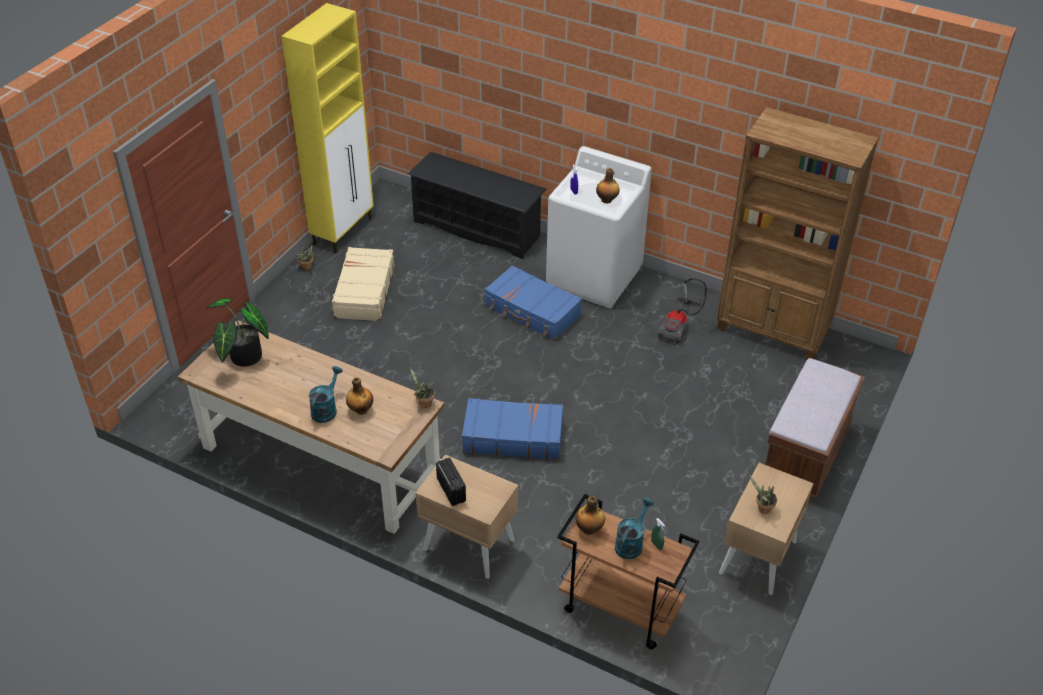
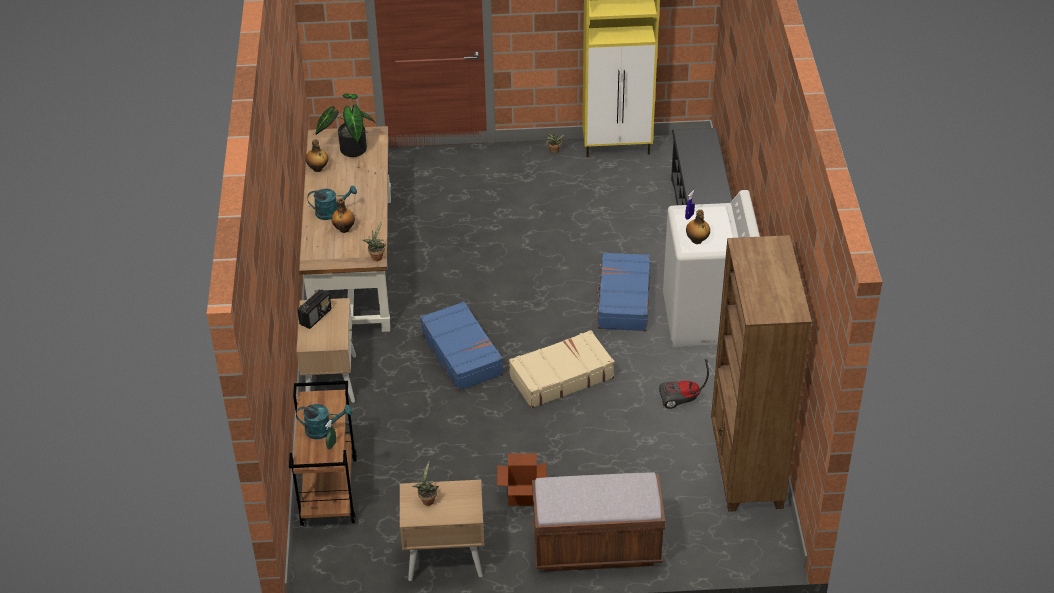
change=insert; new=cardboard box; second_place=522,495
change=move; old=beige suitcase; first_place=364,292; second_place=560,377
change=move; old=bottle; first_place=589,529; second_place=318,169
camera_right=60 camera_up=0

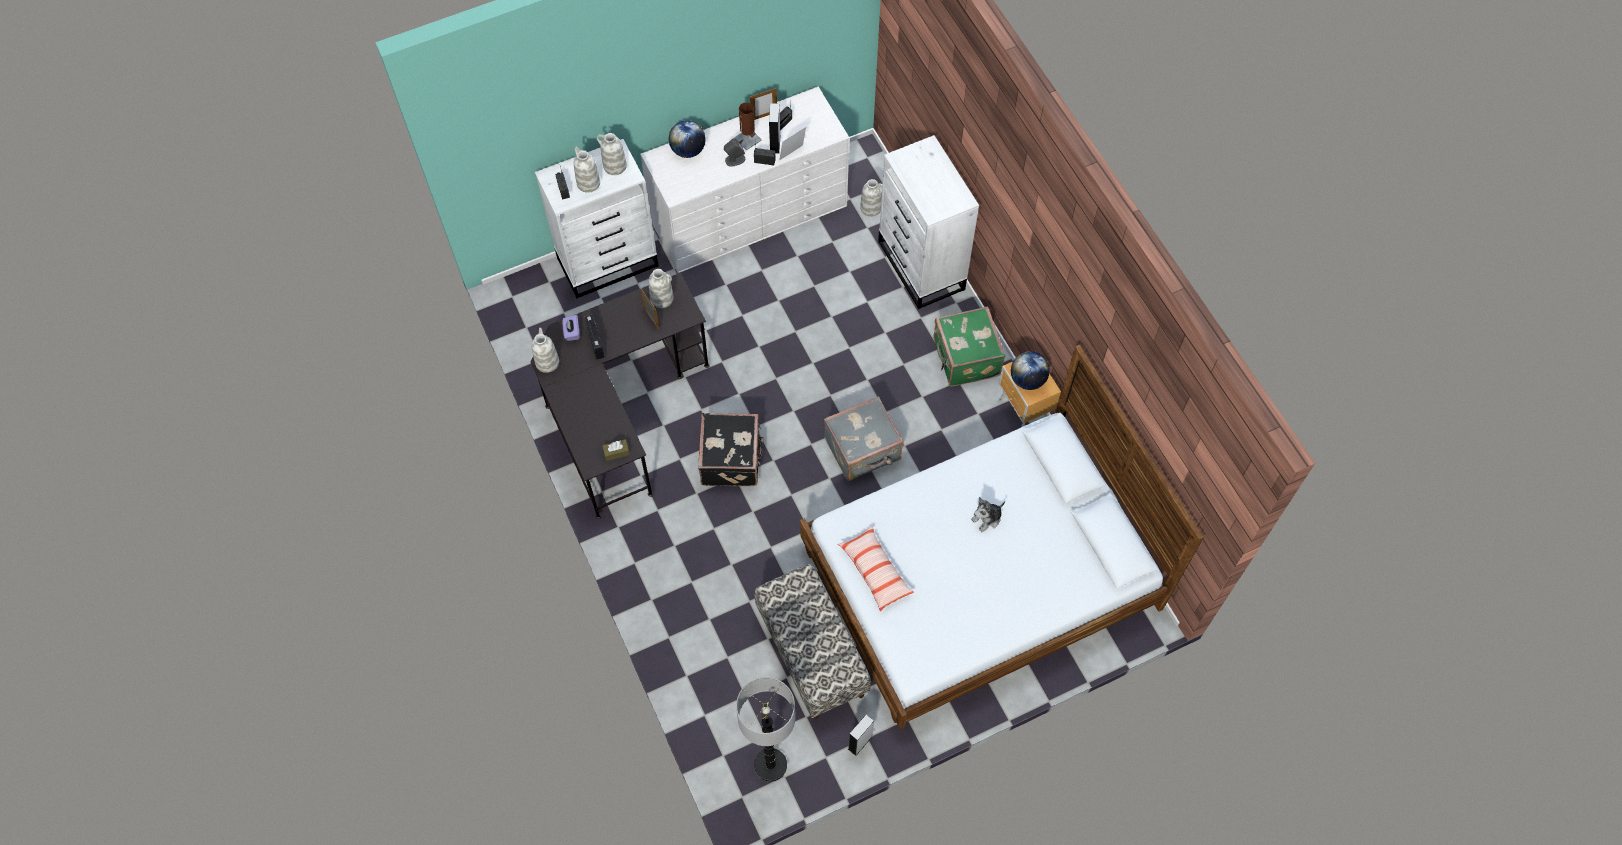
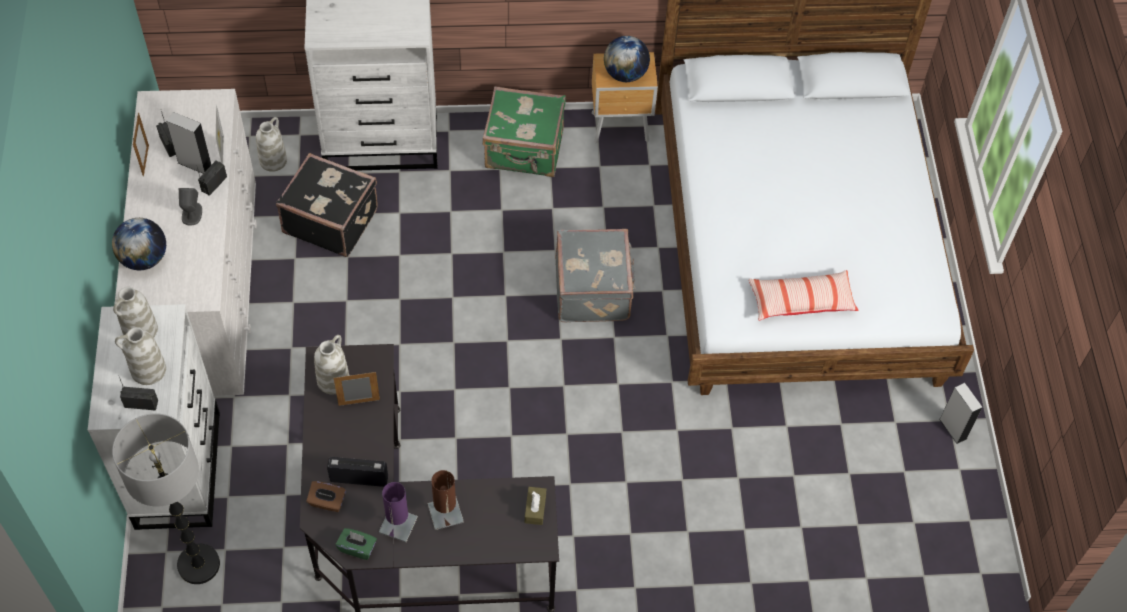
change=delete; old=bench; first_place=812,653
change=delete; old=plush toy; first_place=987,518
change=insert; new=purple table lamp; second_place=398,525
change=move; old=black suitcase; first_place=732,459; second_place=331,220
change=move; old=brown table lamp; first_place=748,139; second_place=445,513
change=move; old=floor lamp; first_place=770,765; second_place=198,565
change=replace; old=white vase; new=green tissue box; first_place=547,362; second_place=357,548
change=recolor; old=purple tissue box; new=brown tissue box; first_place=572,332; second_place=327,502
camera_right=-70 camera_up=-5

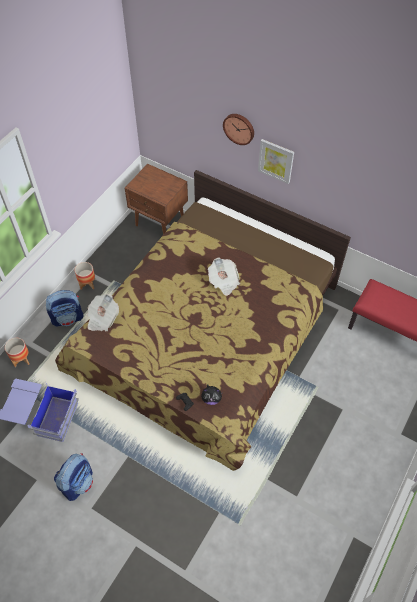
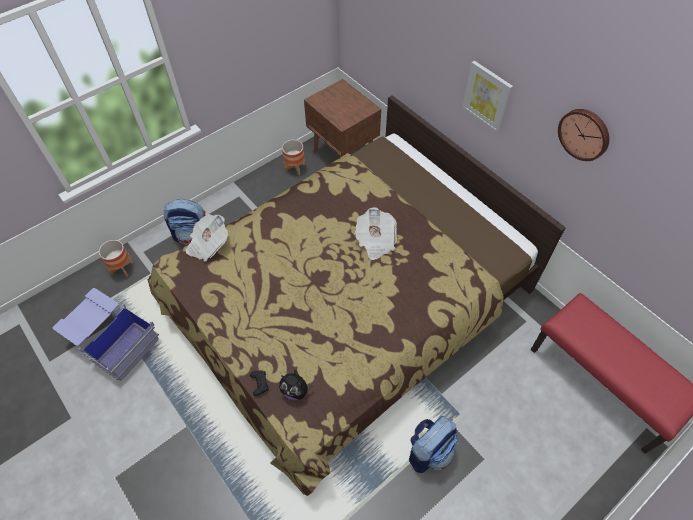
change=move; old=backpack; first_place=78,482; second_place=429,451
change=move; old=planter; first_place=87,284; second_place=295,167
change=move; old=wall clock; first_place=239,128; second_place=584,133
camera_right=20 camera_up=0

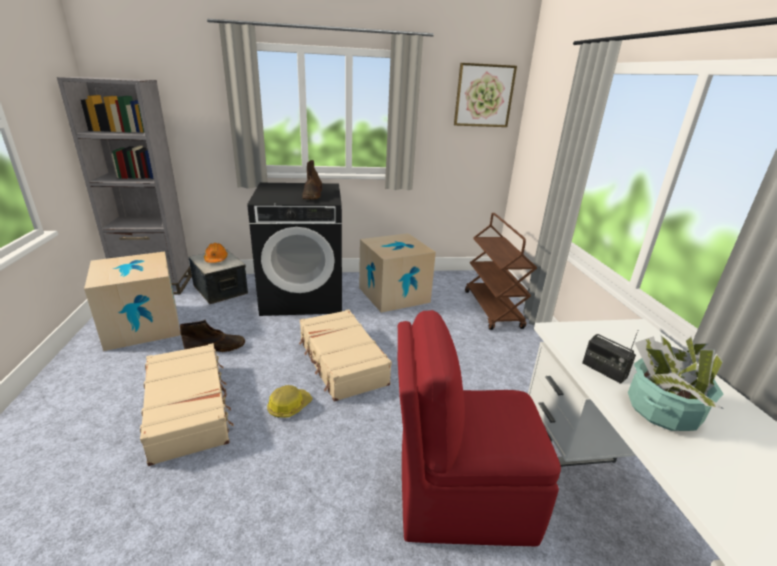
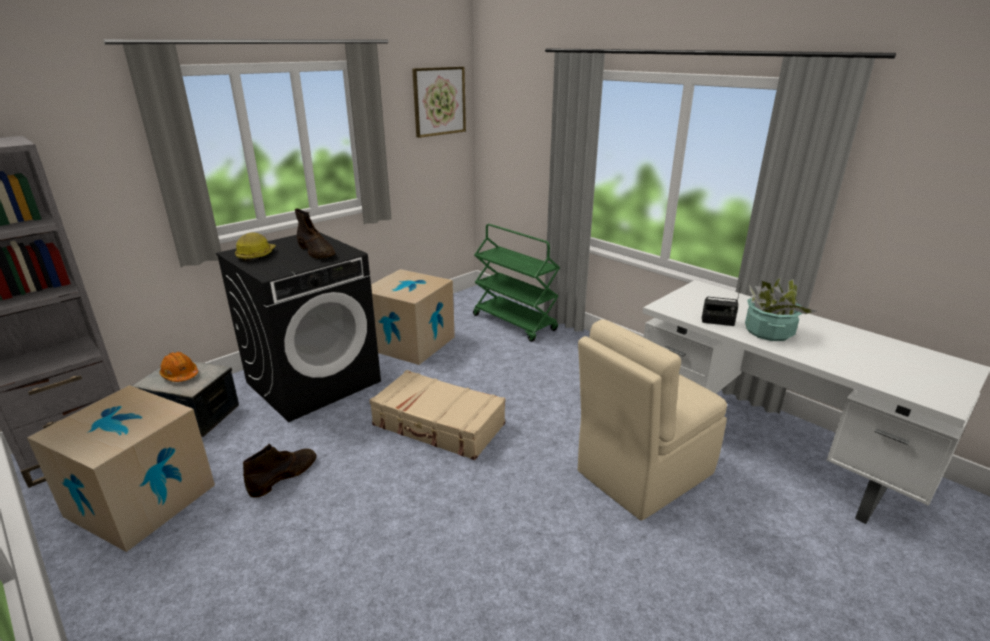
change=delete; old=beige suitcase; first_place=189,409
change=move; old=hard hat; first_place=289,406; second_place=256,255
change=recolor; old=red chair; new=beige chair; first_place=459,497; second_place=642,473
change=recolor; old=brown cart; new=green cart; first_place=493,309; second_place=515,323
camera_right=-35 camera_up=0

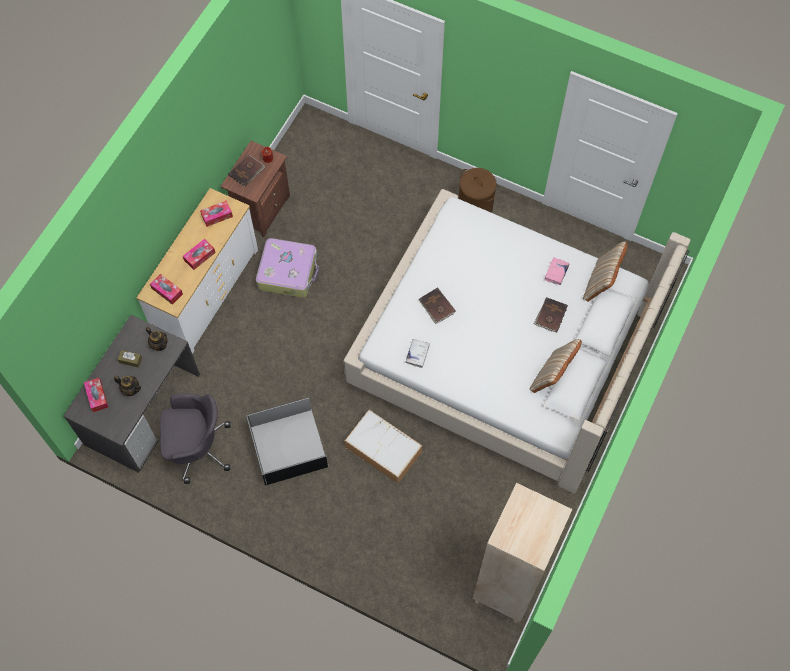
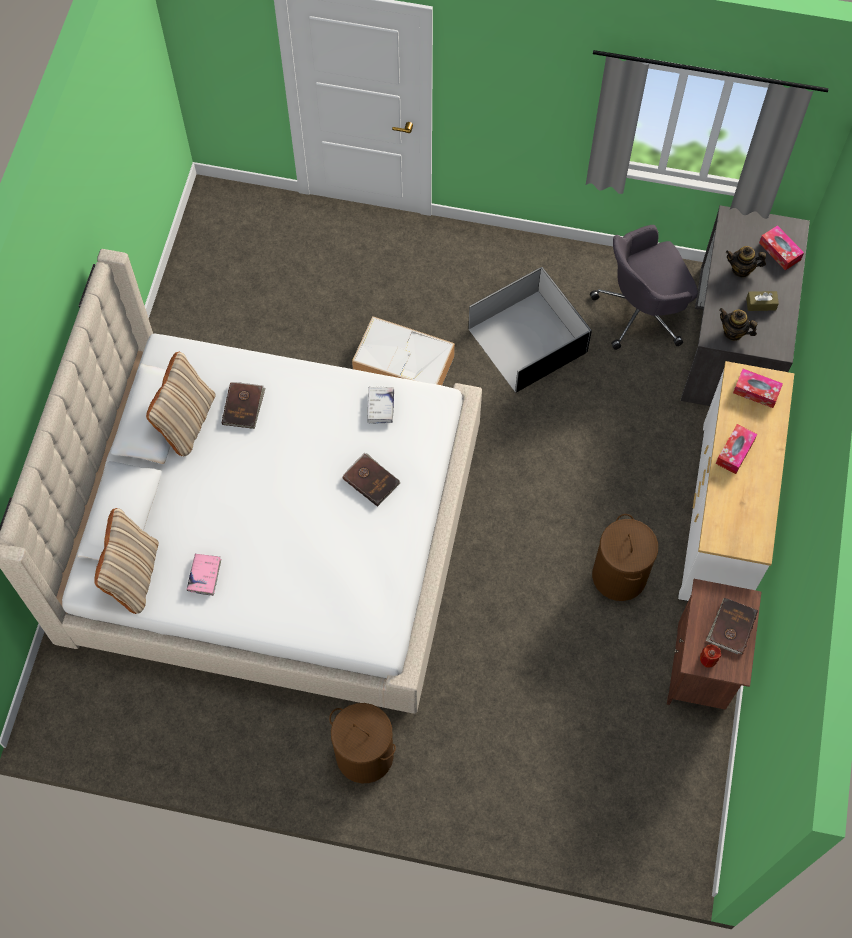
change=delete; old=tissue box; first_place=217,216
change=delete; old=beige bookcase; first_place=507,589
change=move; old=brown book; first_place=550,315; second_place=243,406
change=replace; old=suitcase; new=brown laundry basket; first_place=288,272; second_place=619,576
camera_right=165 camera_up=0

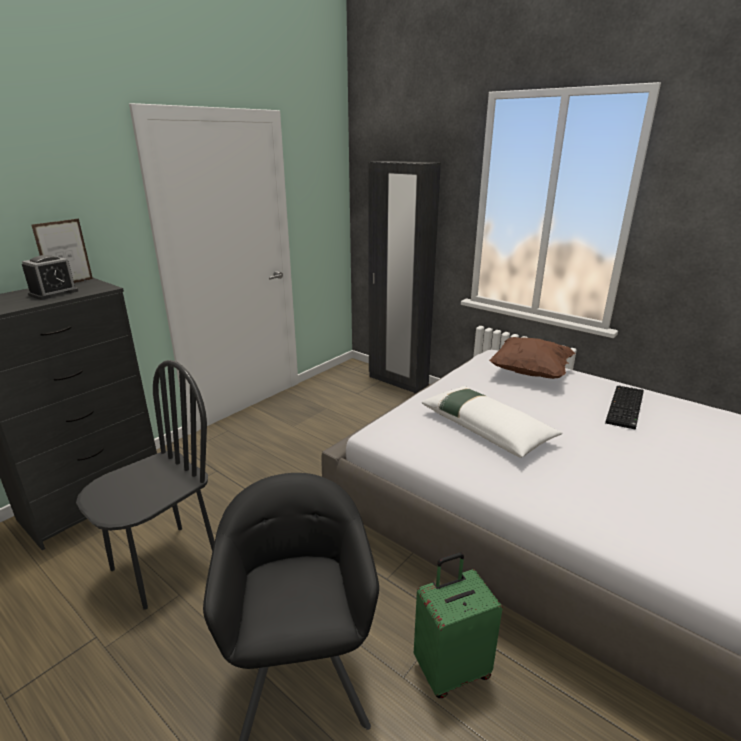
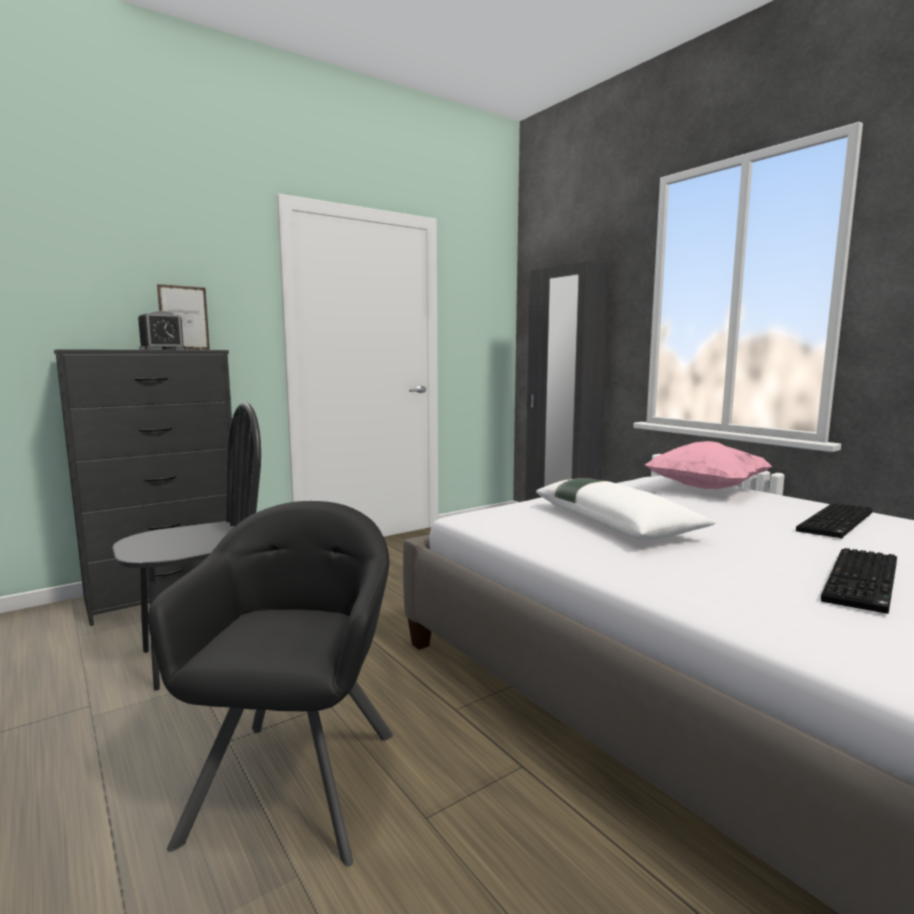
change=delete; old=green suitcase; first_place=451,669
change=insert; new=keyboard; second_place=864,582
change=recolor; old=brown pillow; new=pink pillow; first_place=530,372; second_place=705,489
camera_right=15 camera_up=-15

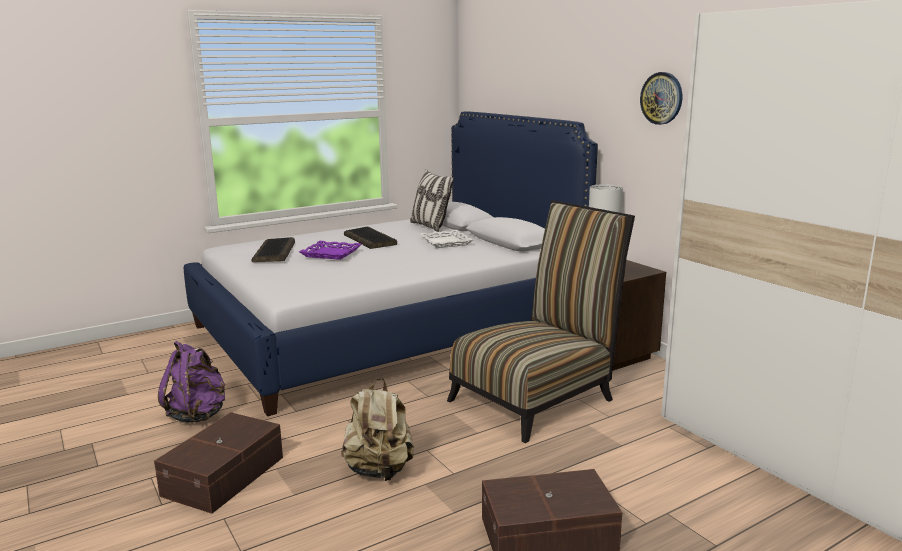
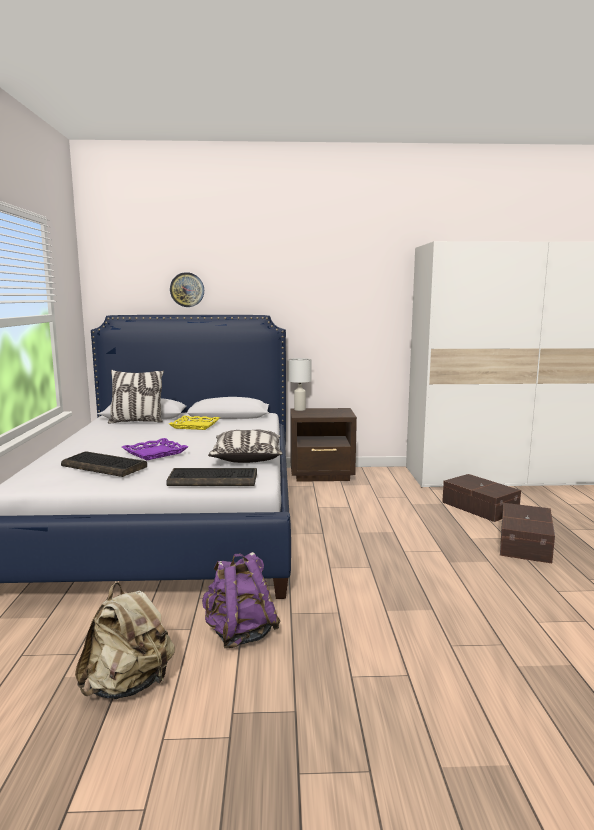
change=delete; old=chair; first_place=537,397
change=insert; new=pillow; second_place=246,457
change=move; old=brown storage box; first_place=226,476; second_place=480,507
change=move; old=beige backpack; first_place=379,470; second_place=129,685
change=move; old=keyboard; first_place=370,240; second_place=214,479
change=move; old=wall clock; first_place=662,98; second_place=187,289
change=recolor; old=white tray; new=yellow tray; first_place=445,242; second_place=194,426
camera_right=-60 camera_up=-5

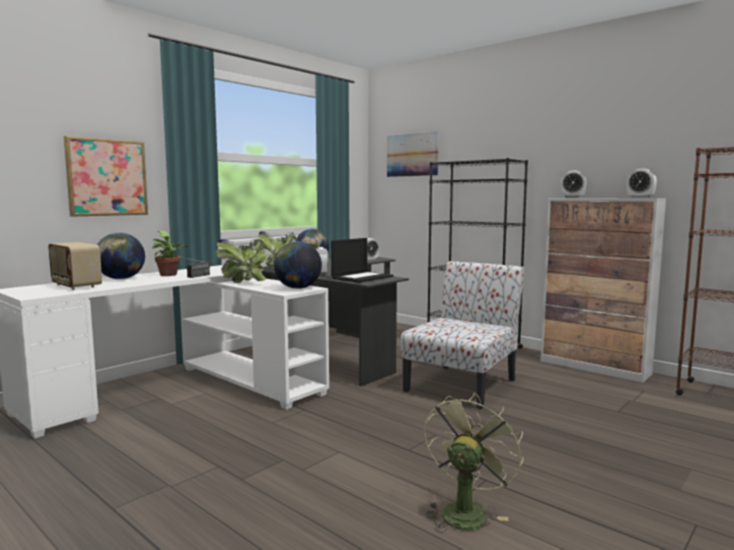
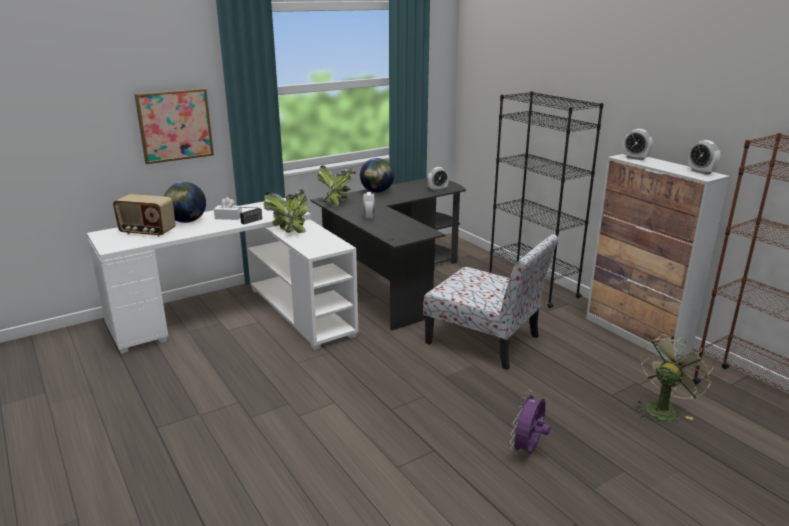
change=delete; old=globe; first_place=297,288
change=delete; old=laptop; first_place=362,277
change=delete; old=picture; first_place=412,155
change=insert; new=purple fan; second_place=528,450
change=move; old=green fan; first_place=465,511; second_place=663,409
change=replace; old=potted plant; new=white tissue box; first_place=169,275; second_place=228,217
change=rotate; old=radio; first_place=75,286; second_place=147,232; degrees=-45
change=rotate; old=chair; first_place=462,384; second_place=485,340; degrees=75
camera_right=15 camera_up=15

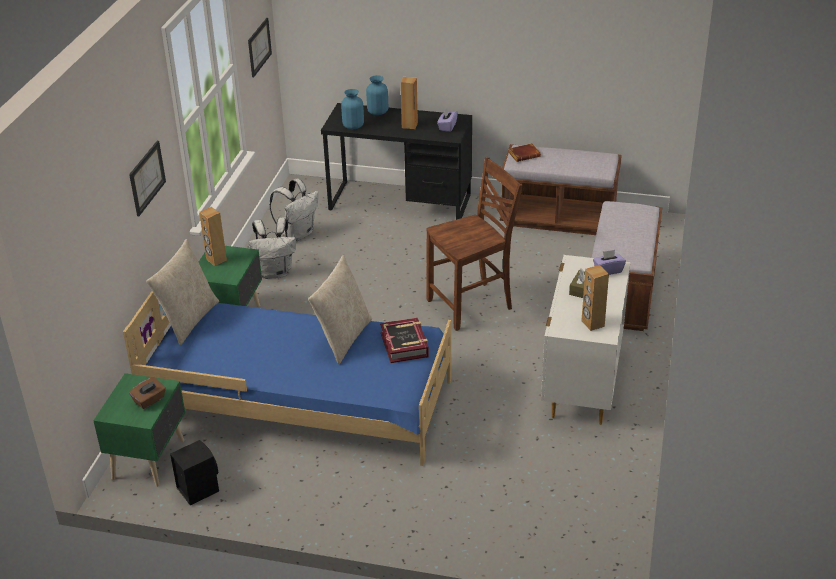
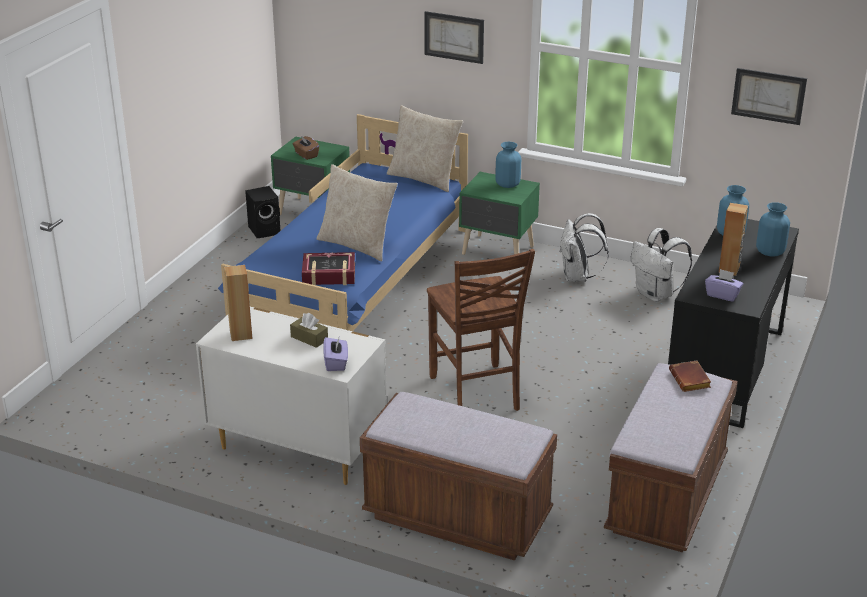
change=replace; old=brown speaker; new=blue vase; first_place=216,260; second_place=507,184
camera_right=100 camera_up=-5

